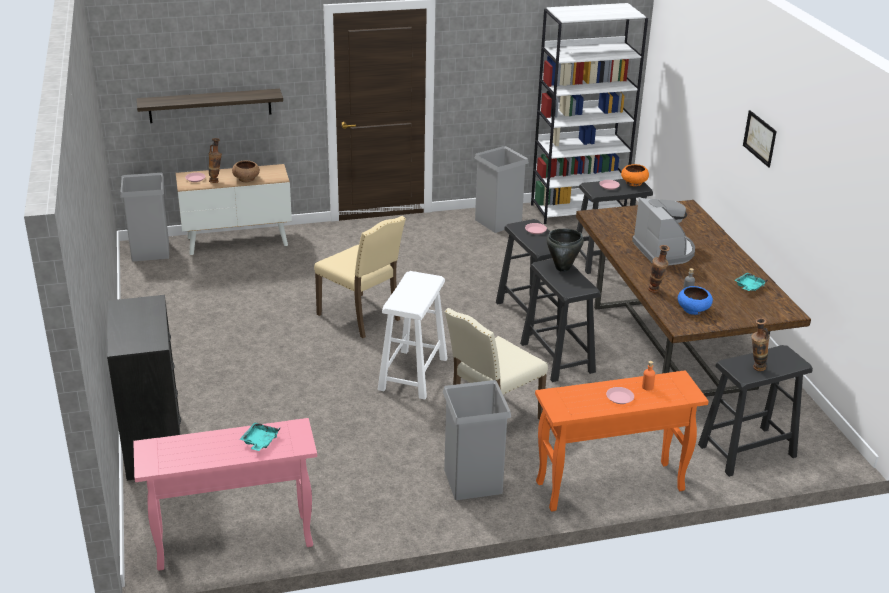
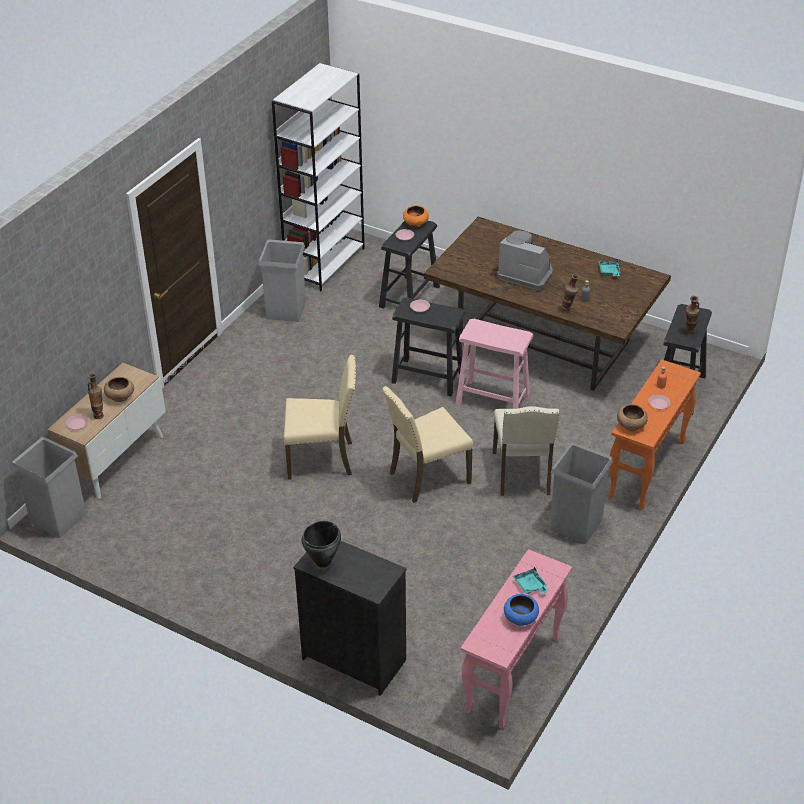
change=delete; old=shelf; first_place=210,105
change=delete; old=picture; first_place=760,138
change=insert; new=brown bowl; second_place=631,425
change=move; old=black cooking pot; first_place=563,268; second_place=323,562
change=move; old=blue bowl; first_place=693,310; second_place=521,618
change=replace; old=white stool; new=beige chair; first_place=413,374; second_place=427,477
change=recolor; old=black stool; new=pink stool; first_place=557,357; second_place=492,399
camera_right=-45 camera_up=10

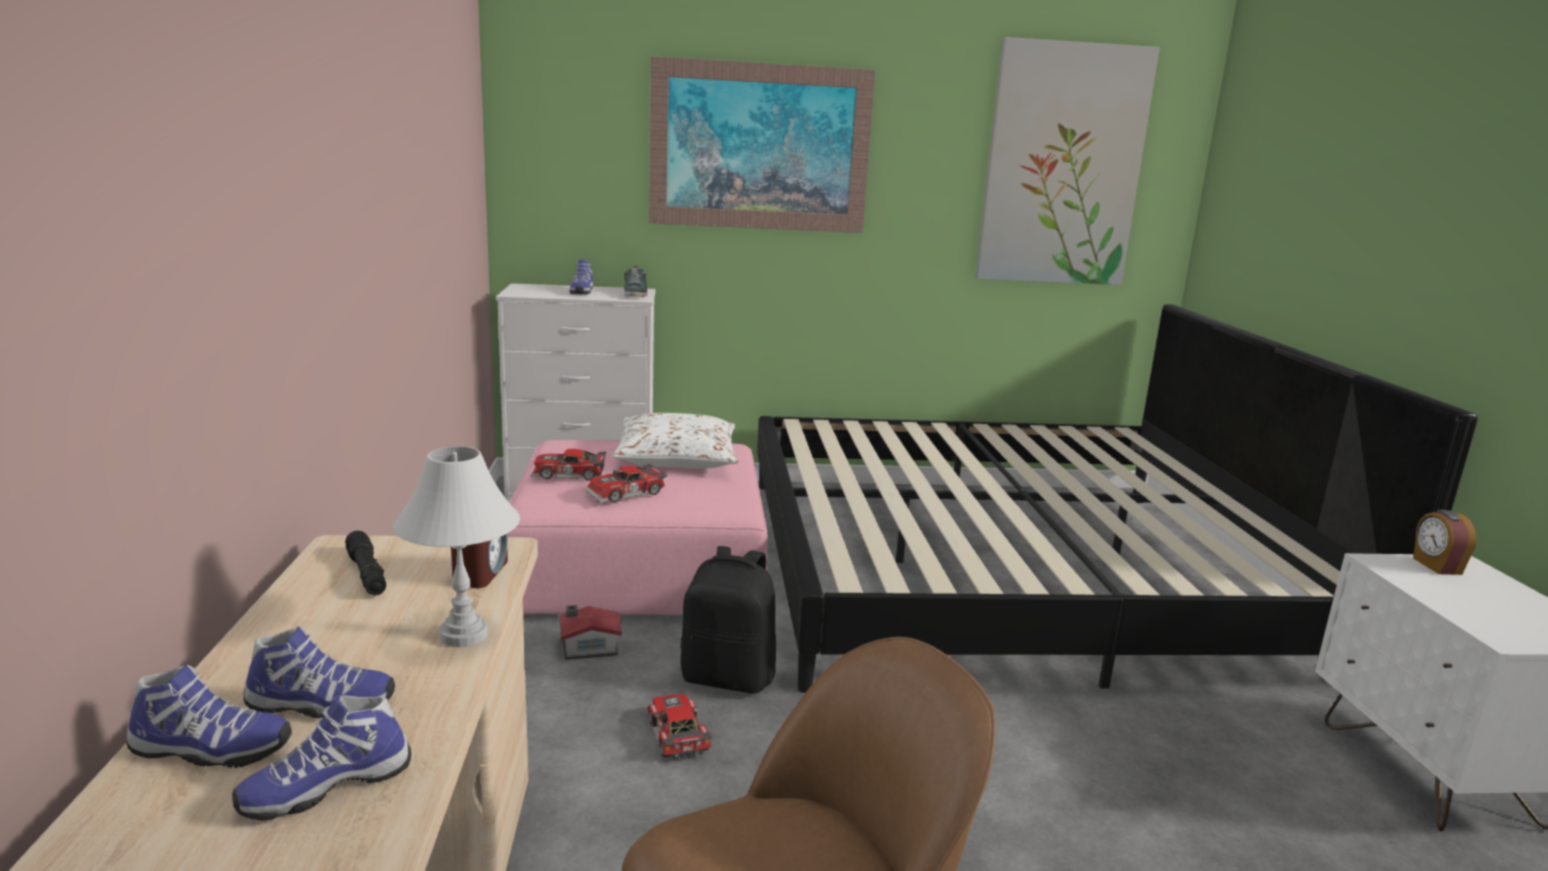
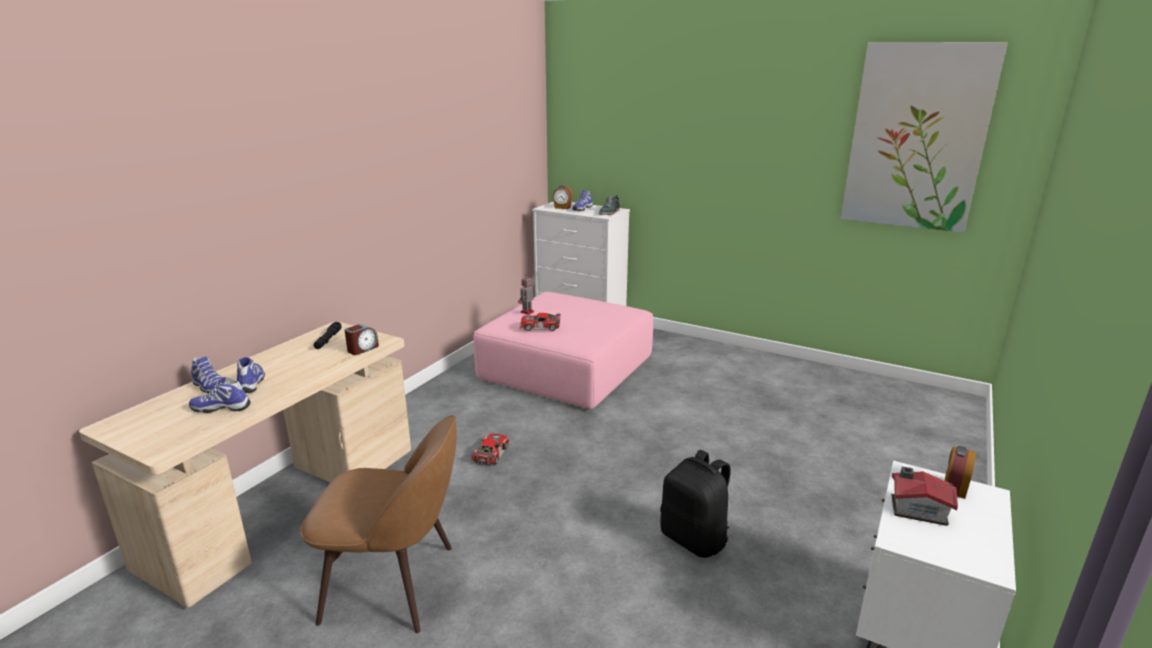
change=delete; old=white table lamp; first_place=463,634
change=delete; old=white pillow; first_place=677,457
change=delete; old=picture; first_place=760,147
change=delete; old=bed; first_place=1013,569
change=insert; new=alarm clock; second_place=562,207
change=move; old=toy house; first_place=588,647; second_place=916,509
change=move; old=black backpack; first_place=728,677; second_place=694,539
change=replace; old=toy car; new=toy robot; first_place=568,474; second_place=526,312
change=rotate; old=shoe; first_place=319,706; second_place=252,383; degrees=-135
camera_right=35 camera_up=5

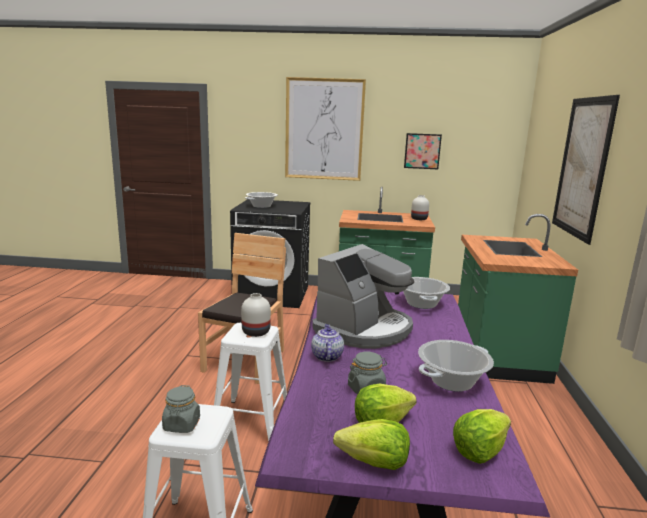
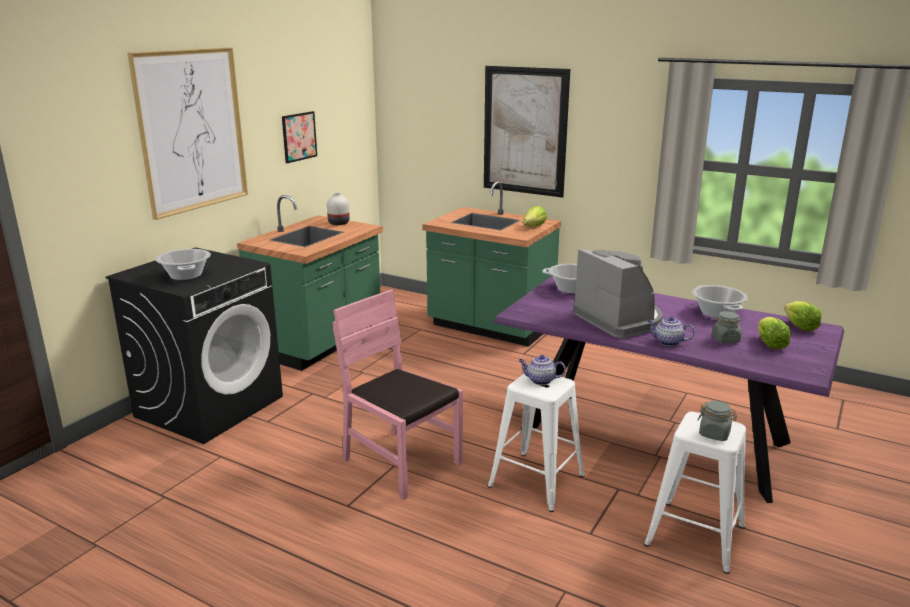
change=move; old=lettuce; first_place=374,463; second_place=533,227
change=replace; old=white vase; new=teapot; first_place=255,332; second_place=540,380
change=recolor; old=brown chair; new=pink chair; first_place=245,361; second_place=401,462
camera_right=-65 camera_up=5

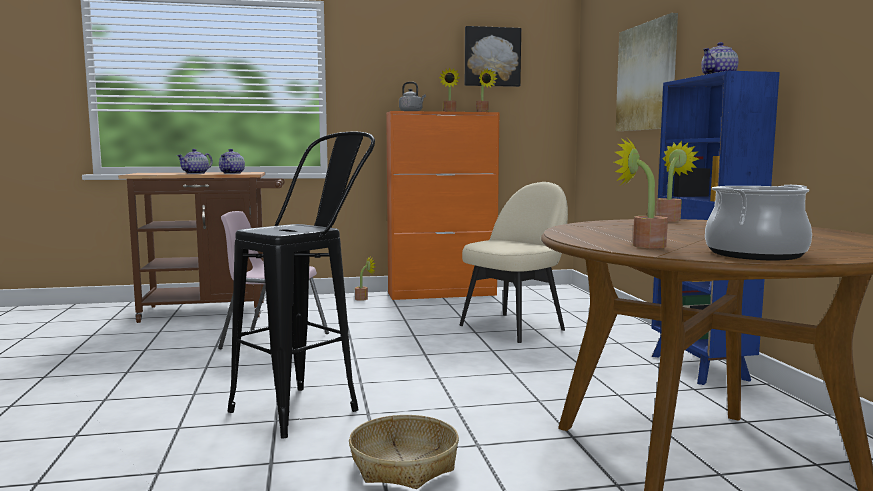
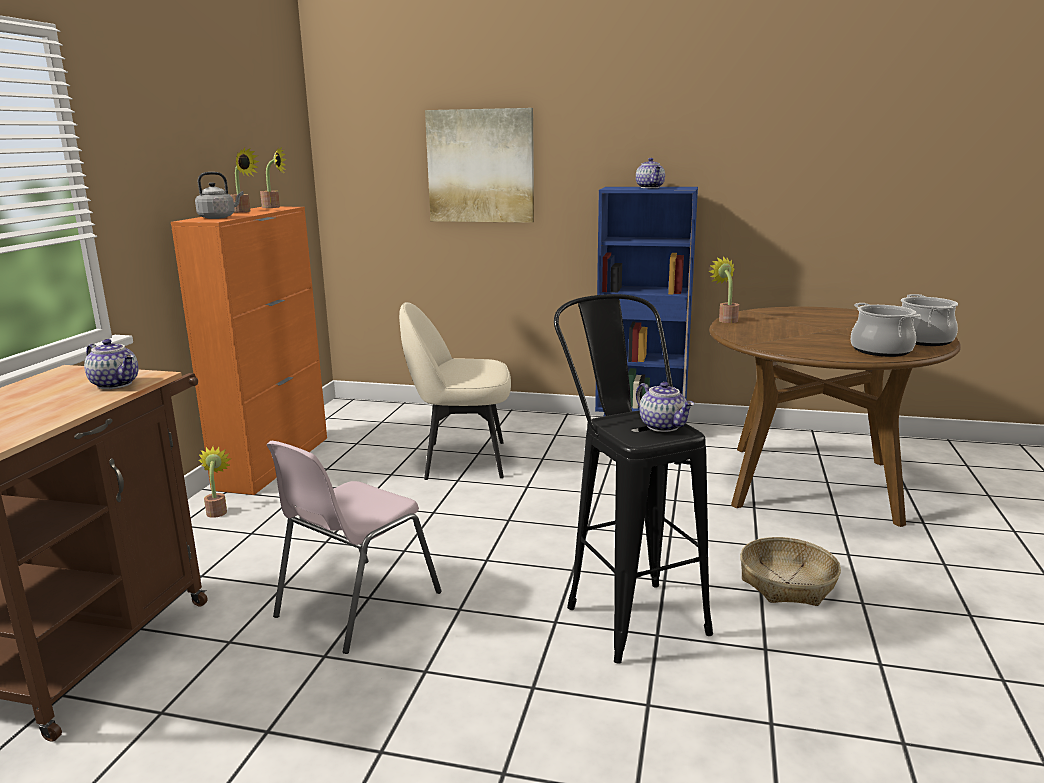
change=delete; old=picture; first_place=492,57
change=move; old=teapot; first_place=196,173; second_place=664,426
change=replace; old=potted plant; new=cooking pot; first_place=642,245; second_place=881,350
change=rotate; old=beige chair; first_place=514,327; second_place=462,460; degrees=-75
camera_right=-65 camera_up=10

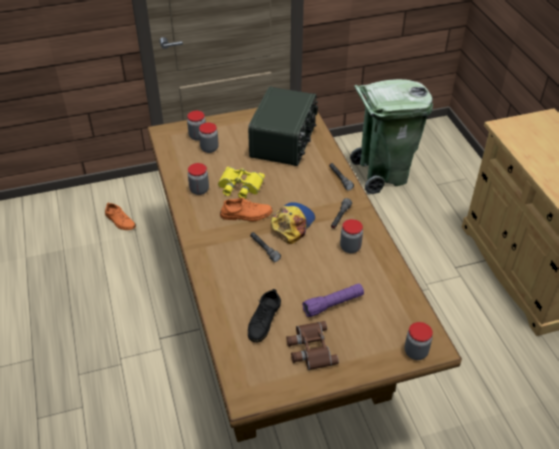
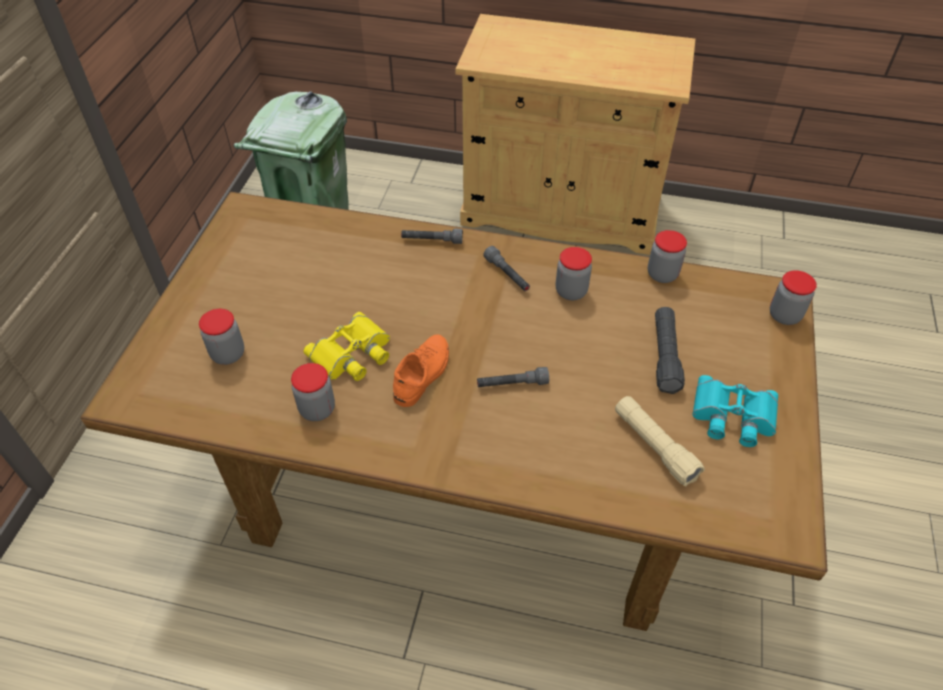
change=delete; old=orange shoe; first_place=120,221
change=delete; old=radio; first_place=284,141
change=delete; old=cap; first_place=292,224
change=move; old=jar; first_place=198,136; second_place=662,274
change=replace; old=black shoe; new=beige flashlight; first_place=264,320; second_place=654,446
change=recolor; old=brown binoculars; new=turquoise binoculars; first_place=310,348; second_place=732,417
change=recolor; old=purple flashlight; new=black flashlight; first_place=333,304; second_place=665,356
camera_right=-60 camera_up=5

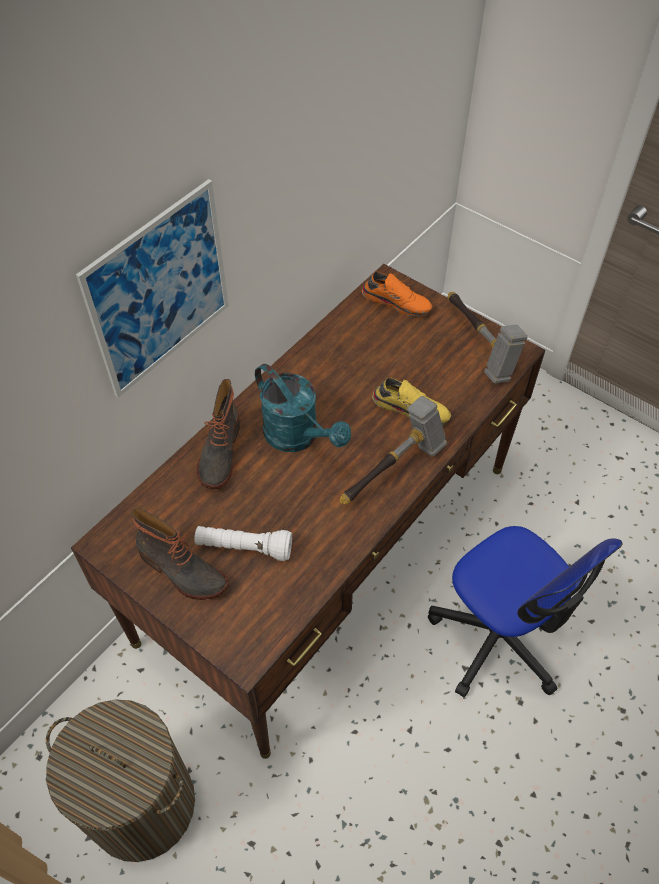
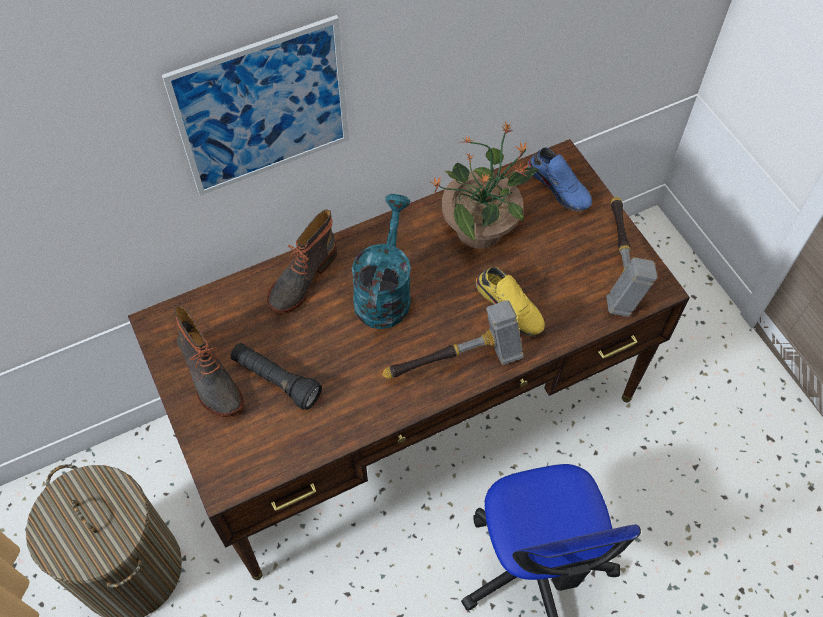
change=insert; new=potted plant; second_place=481,229
change=recolor; old=white flashlight; new=black flashlight; first_place=244,548; second_place=276,380
change=recolor; old=orange shoe; new=blue shoe; first_place=397,302; second_place=560,186
change=rotate; old=turquoise watering can; first_place=298,437; second_place=384,291; degrees=-150
camera_right=25 camera_up=5

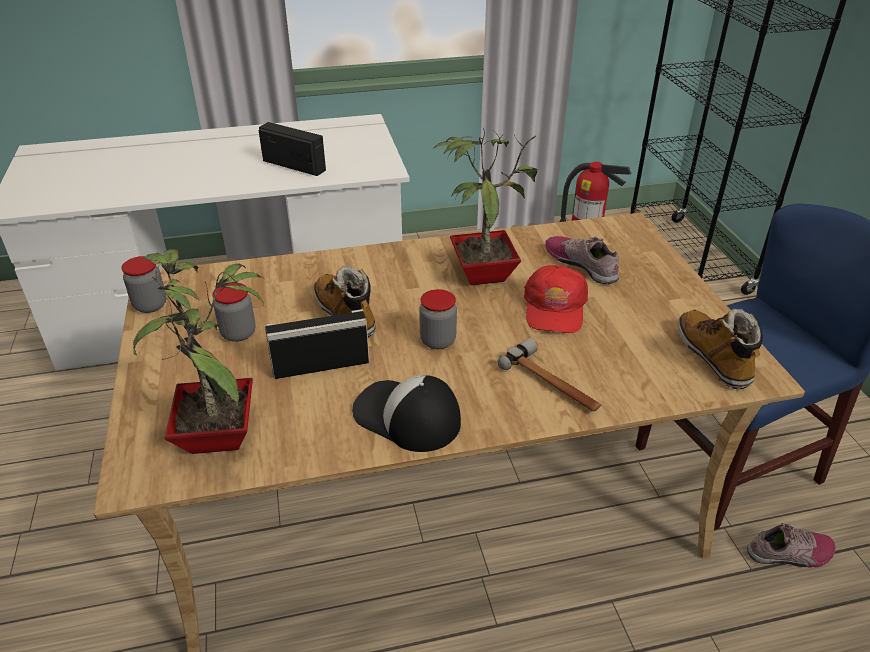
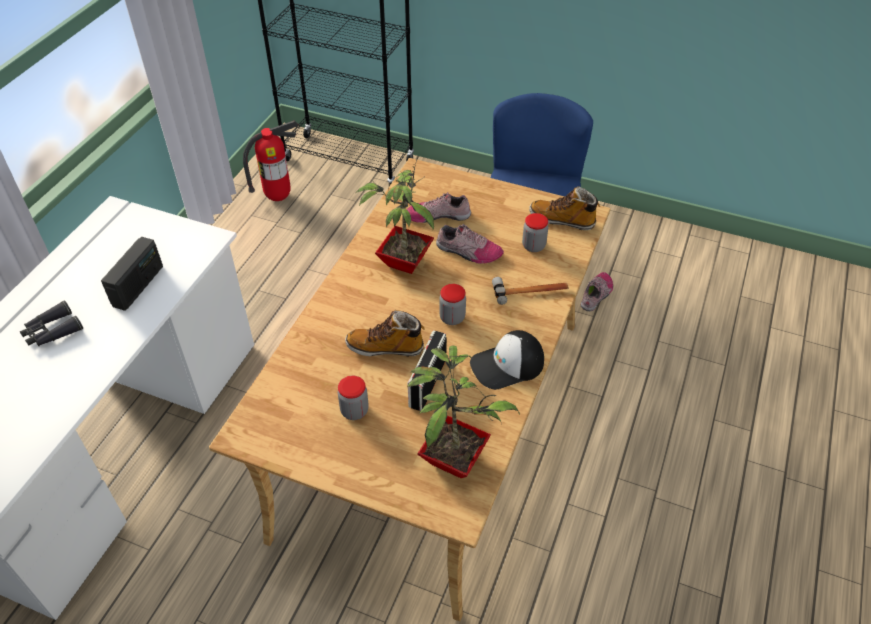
change=insert; new=black binoculars; second_place=52,331
change=move; old=jar; first_place=150,305; second_place=533,246
change=replace; old=red cap; new=shoe; first_place=555,308; second_place=468,252
change=rotate; old=radio; first_place=294,165; second_place=138,286; degrees=135
camera_right=-55 camera_up=10

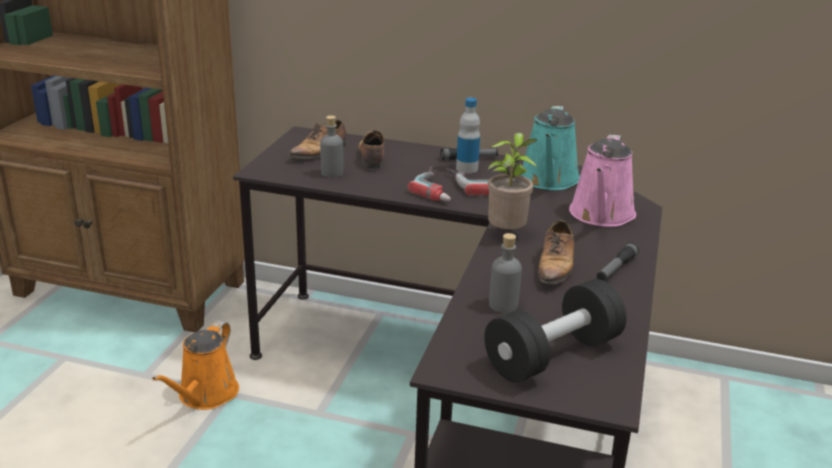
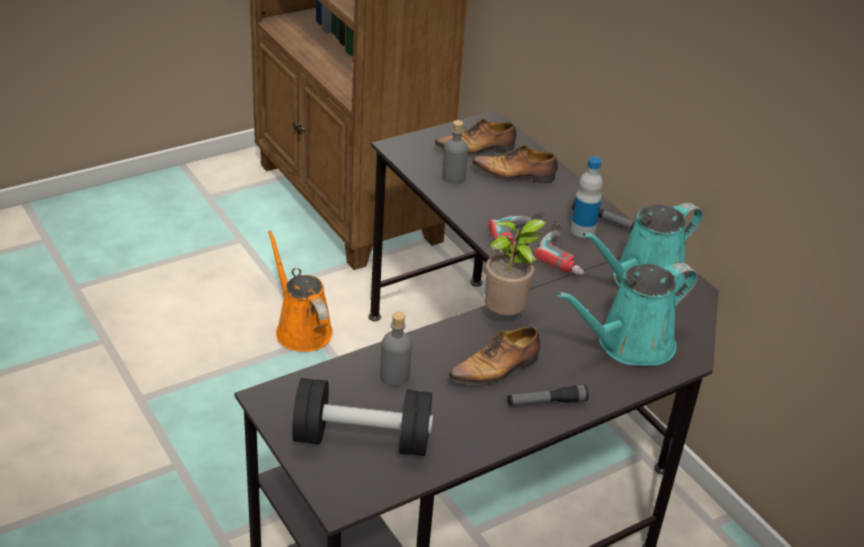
change=recolor; old=pink watering can; new=turquoise watering can; first_place=601,215; second_place=629,345
change=rotate; old=orange watering can; first_place=205,395; second_place=301,329; degrees=90
change=rotate; old=shoe; first_place=371,156; second_place=515,175; degrees=-120
camera_right=40 camera_up=10

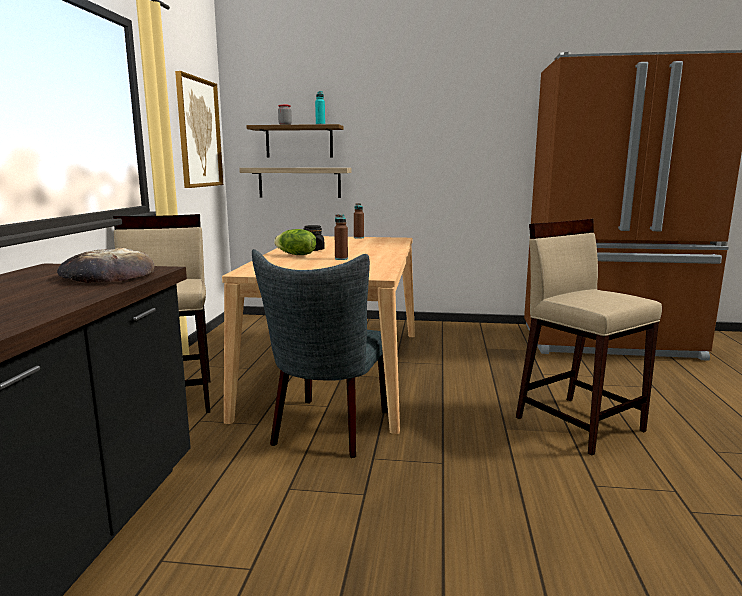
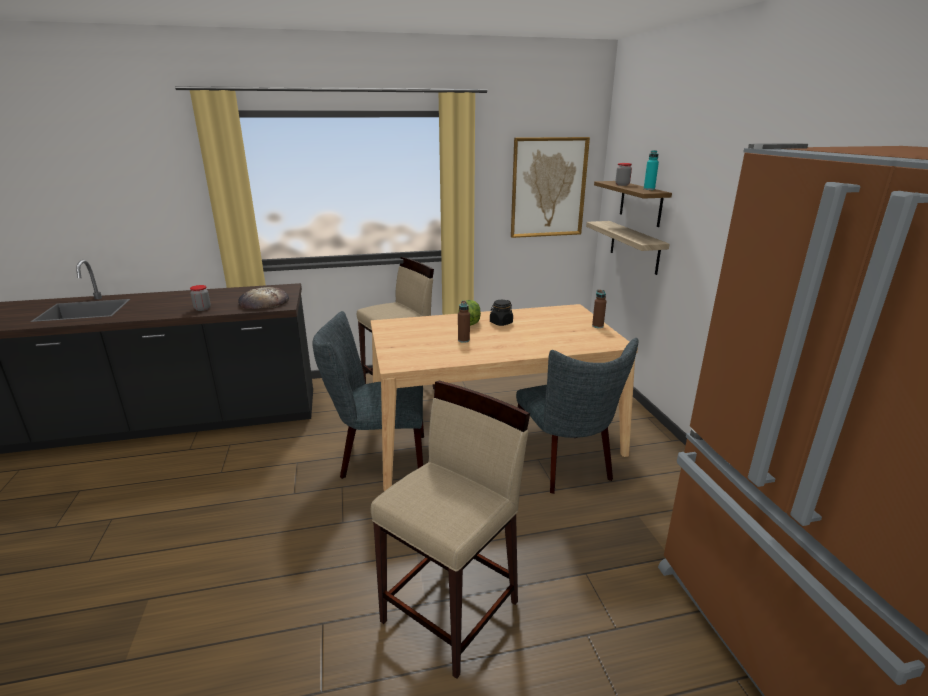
change=insert; new=jar; second_place=202,309
change=insert; new=grey chair; second_place=566,466
camera_right=70 camera_up=10

